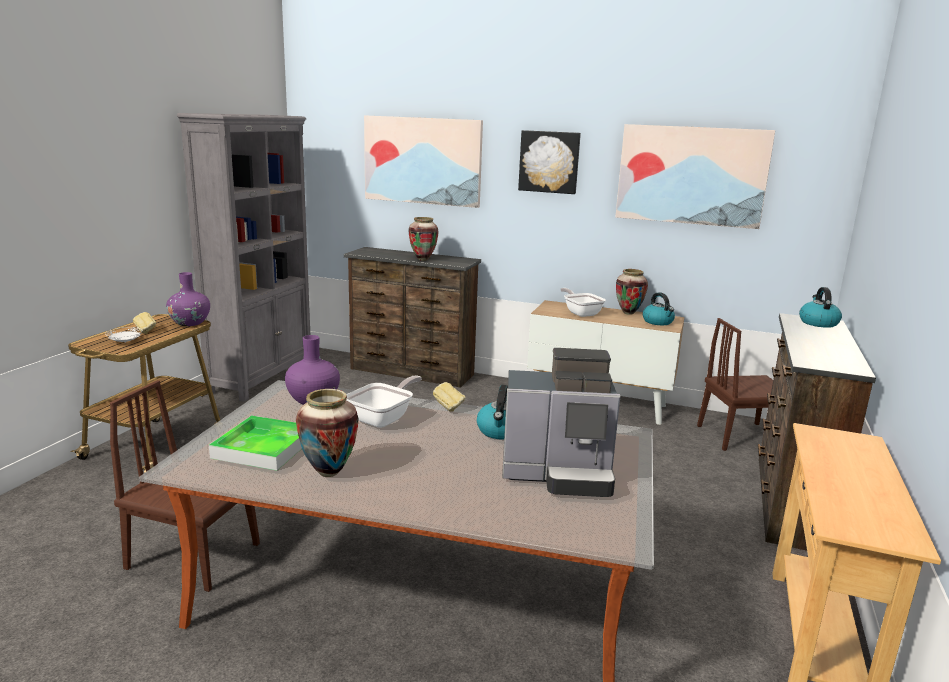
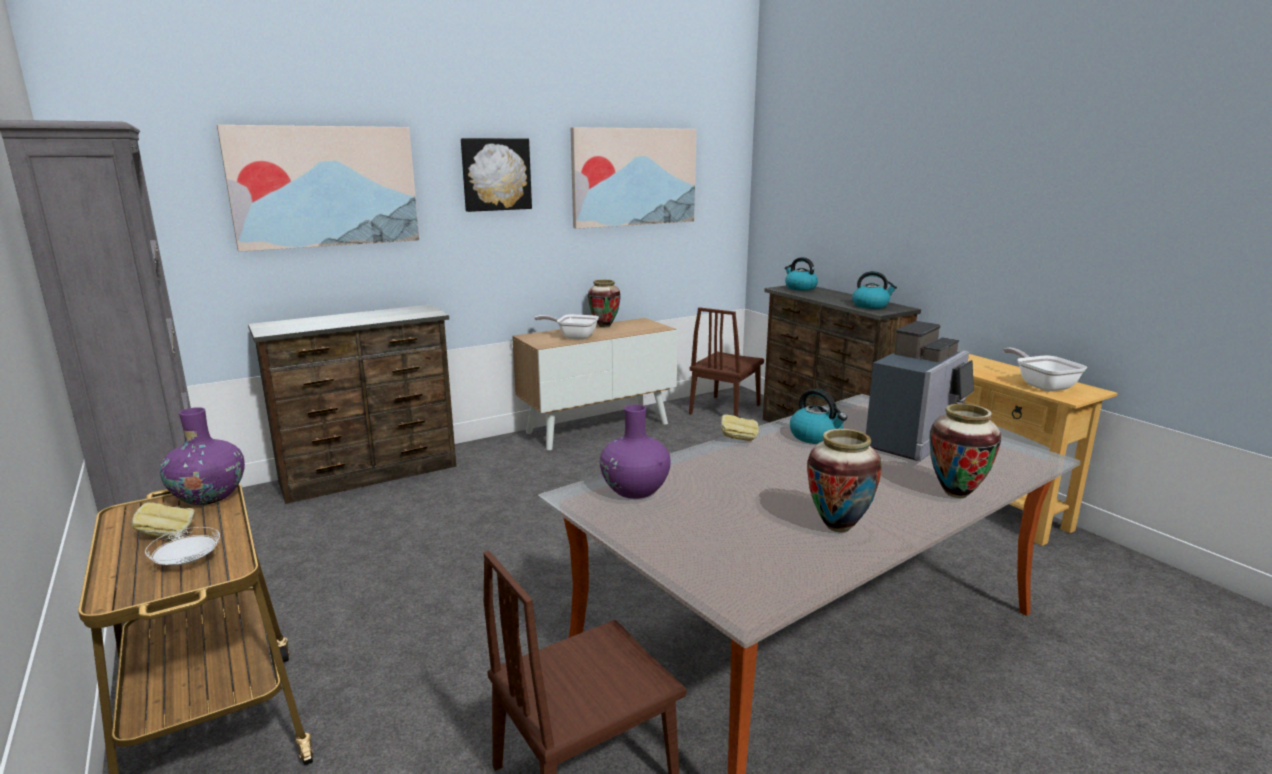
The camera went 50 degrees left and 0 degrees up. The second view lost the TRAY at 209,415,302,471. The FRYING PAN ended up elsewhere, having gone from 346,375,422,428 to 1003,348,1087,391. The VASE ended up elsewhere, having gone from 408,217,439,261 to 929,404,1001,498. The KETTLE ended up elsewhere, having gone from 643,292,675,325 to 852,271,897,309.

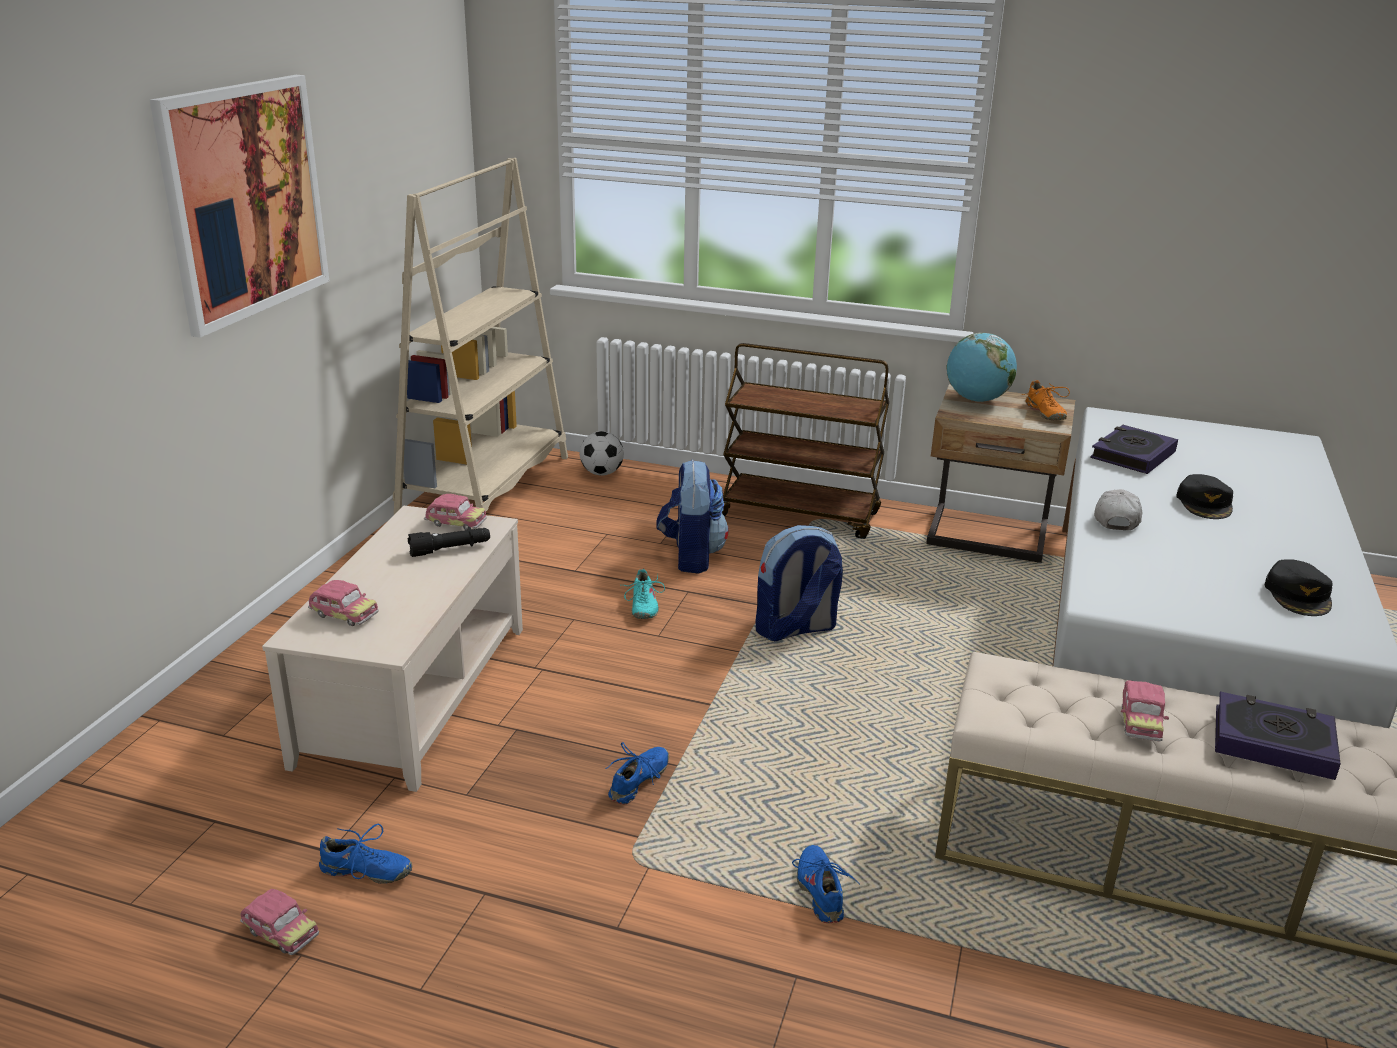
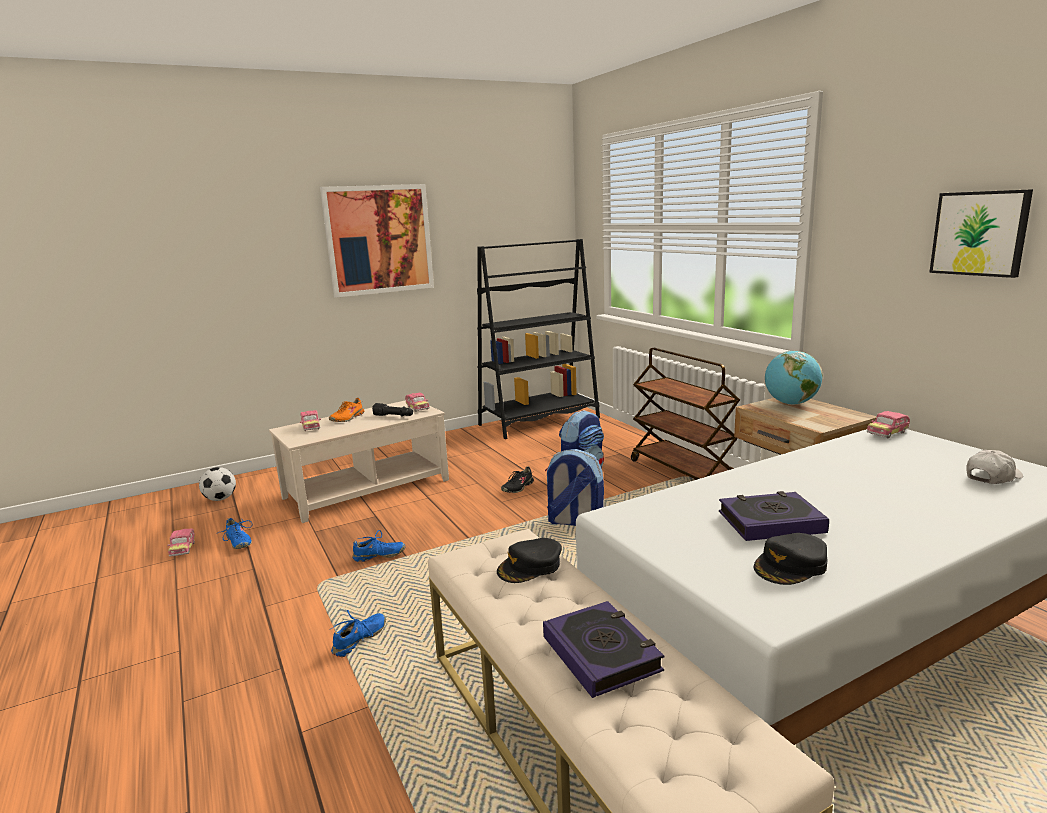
The camera went 45 degrees right and 10 degrees down. What was the BEIGE BOOKCASE at 393,158,568,514 turned into the BLACK BOOKCASE at 477,239,600,439. The FOOTBALL ended up elsewhere, having gone from 580,431,624,476 to 199,467,236,501. What was the TURQUOISE SHOE at 620,569,665,619 turned into the BLACK SHOE at 501,466,534,493. The ORANGE SHOE ended up elsewhere, having gone from 1022,380,1070,420 to 329,398,364,422. The BOOK ended up elsewhere, having gone from 1090,425,1178,474 to 719,491,829,541. The WHITE CAP ended up elsewhere, having gone from 1094,489,1142,530 to 966,450,1023,484. The TOY CAR ended up elsewhere, having gone from 1121,680,1169,742 to 866,411,910,438. The BLACK CAP ended up elsewhere, having gone from 1176,474,1233,519 to 497,538,562,583. The second view gained the PICTURE at 929,189,1033,278.

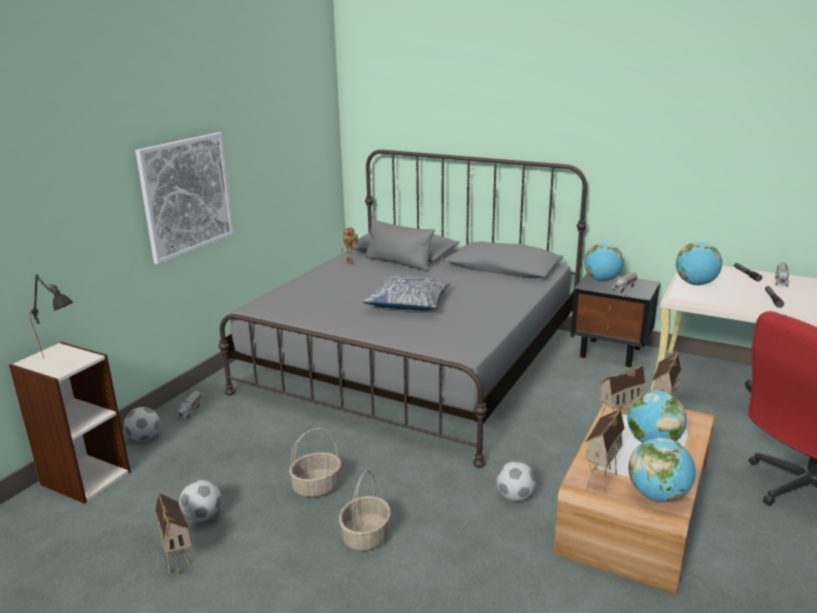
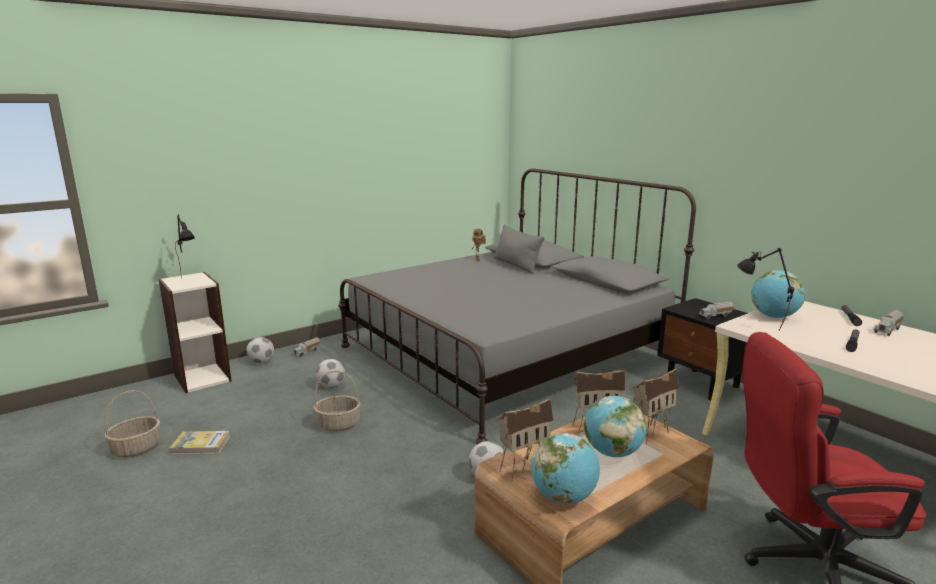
The camera went 25 degrees right and 5 degrees down. The second view lost the PICTURE at 135,132,234,264. Where the TOY HOUSE stood at 155,492,192,574, the BOOK came to stand at 169,431,230,454. The FOOTBALL ended up elsewhere, having gone from 179,480,221,522 to 316,359,345,388. The BASKET ended up elsewhere, having gone from 339,470,391,551 to 104,390,161,458. The second view lost the PILLOW at 363,275,451,310. The second view lost the GLOBE at 584,243,624,281. The second view gained the BLACK TABLE LAMP at 737,248,794,331.

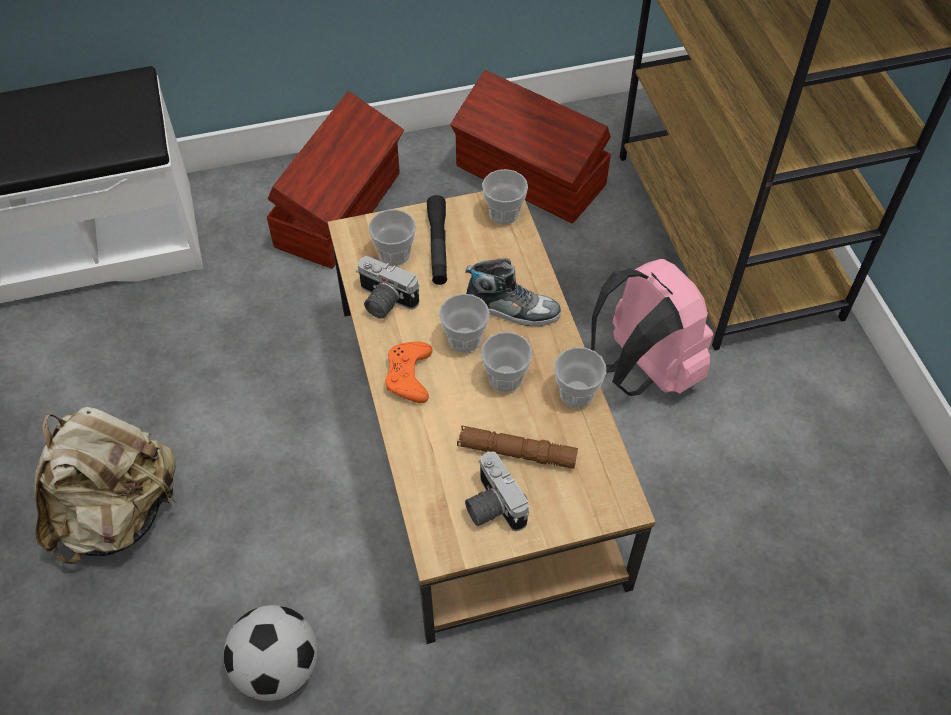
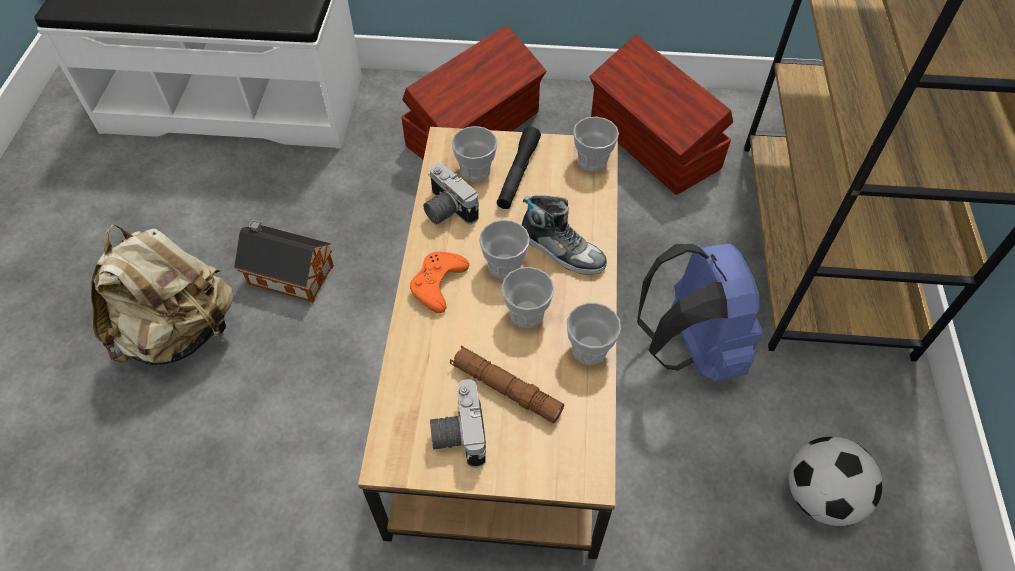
The camera went 20 degrees right and 0 degrees up. The FOOTBALL ended up elsewhere, having gone from 223,605,317,701 to 789,437,883,526. What was the PINK BACKPACK at 591,259,713,396 turned into the BLUE BACKPACK at 637,244,763,382. The second view gained the TOY HOUSE at 234,220,334,302.

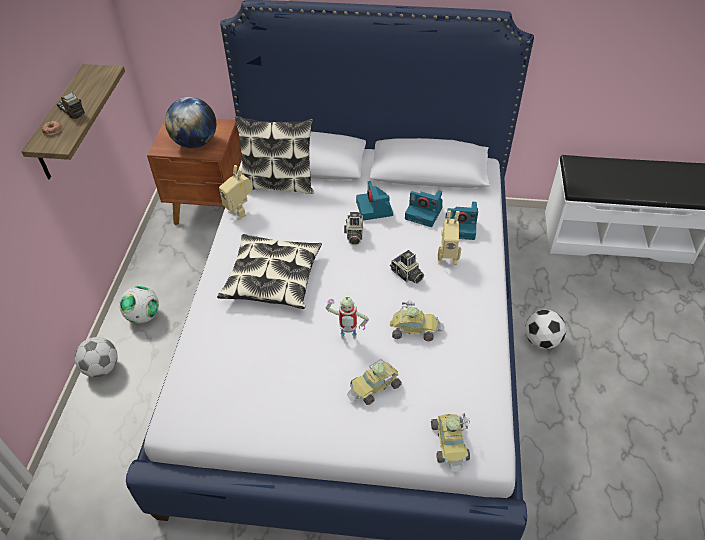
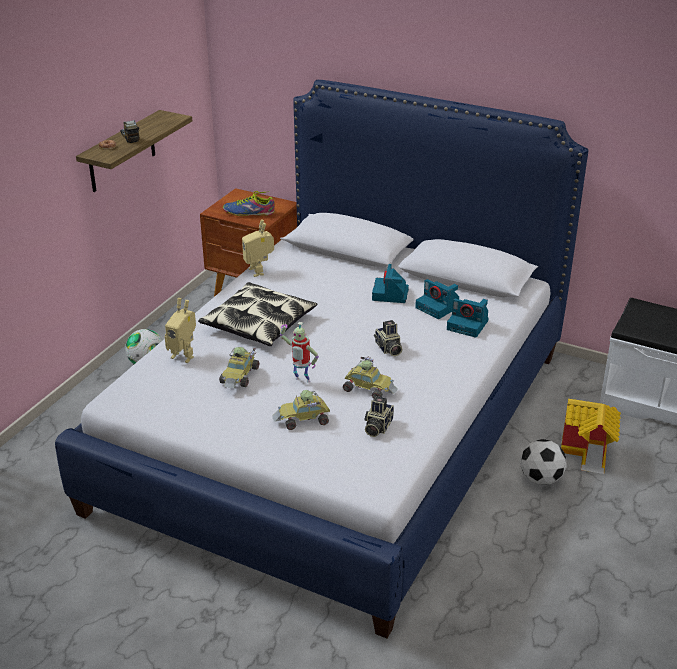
The camera went 20 degrees right and 15 degrees down. The second view lost the FOOTBALL at 75,337,118,377. Where the GLOBE stood at 165,97,216,148, the SHOE came to stand at 223,191,275,216. The second view lost the PILLOW at 235,116,314,194. The PHOTO CAMERA ended up elsewhere, having gone from 344,212,364,245 to 364,396,394,437. The TOY CAR ended up elsewhere, having gone from 431,413,470,472 to 219,347,260,388. The TOY ROBOT ended up elsewhere, having gone from 438,210,461,265 to 164,298,196,363. The second view gained the TOY HOUSE at 561,399,621,474.

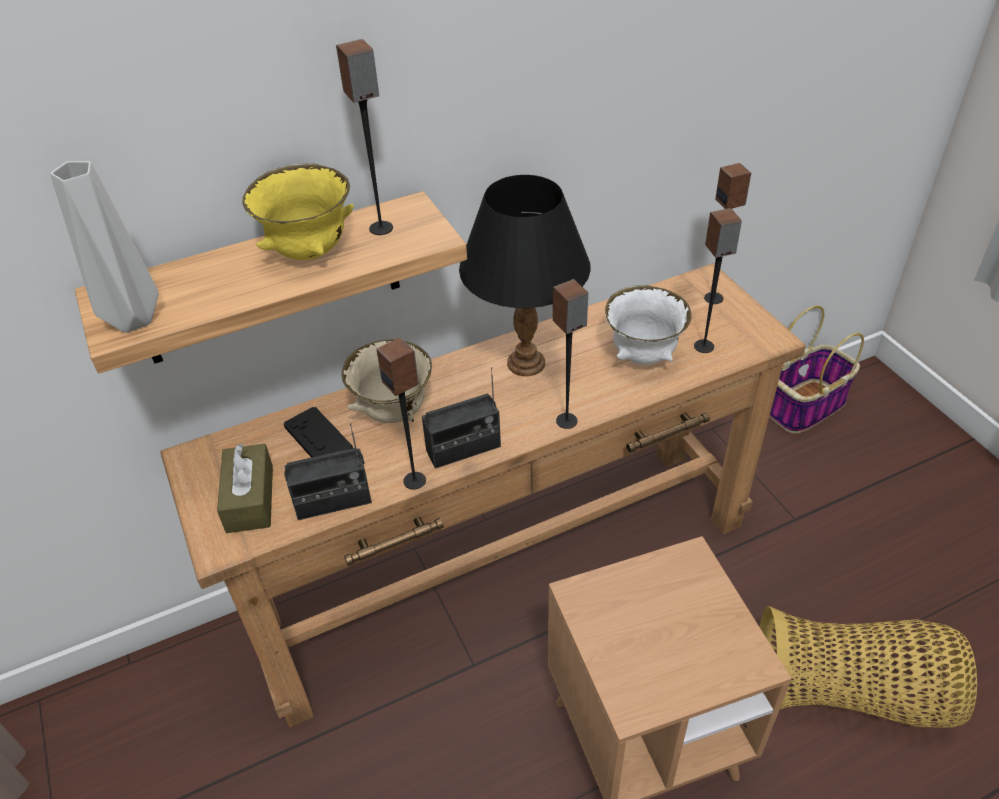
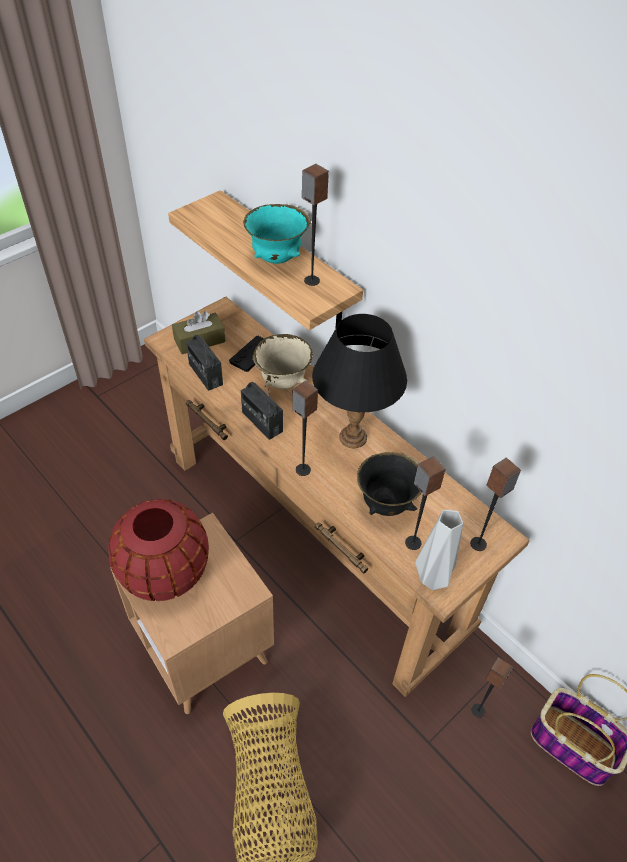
The camera went 70 degrees right and 5 degrees up. The GREY VASE ended up elsewhere, having gone from 50,161,159,333 to 415,510,463,590. What was the YELLOW BOWL at 242,163,354,260 turned into the TURQUOISE BOWL at 243,204,311,264. The SPEAKER ended up elsewhere, having gone from 376,337,426,490 to 472,657,513,718. What was the WHITE BOWL at 605,285,692,365 turned into the BLACK BOWL at 357,452,421,516. The second view gained the RED VASE at 109,499,209,601.

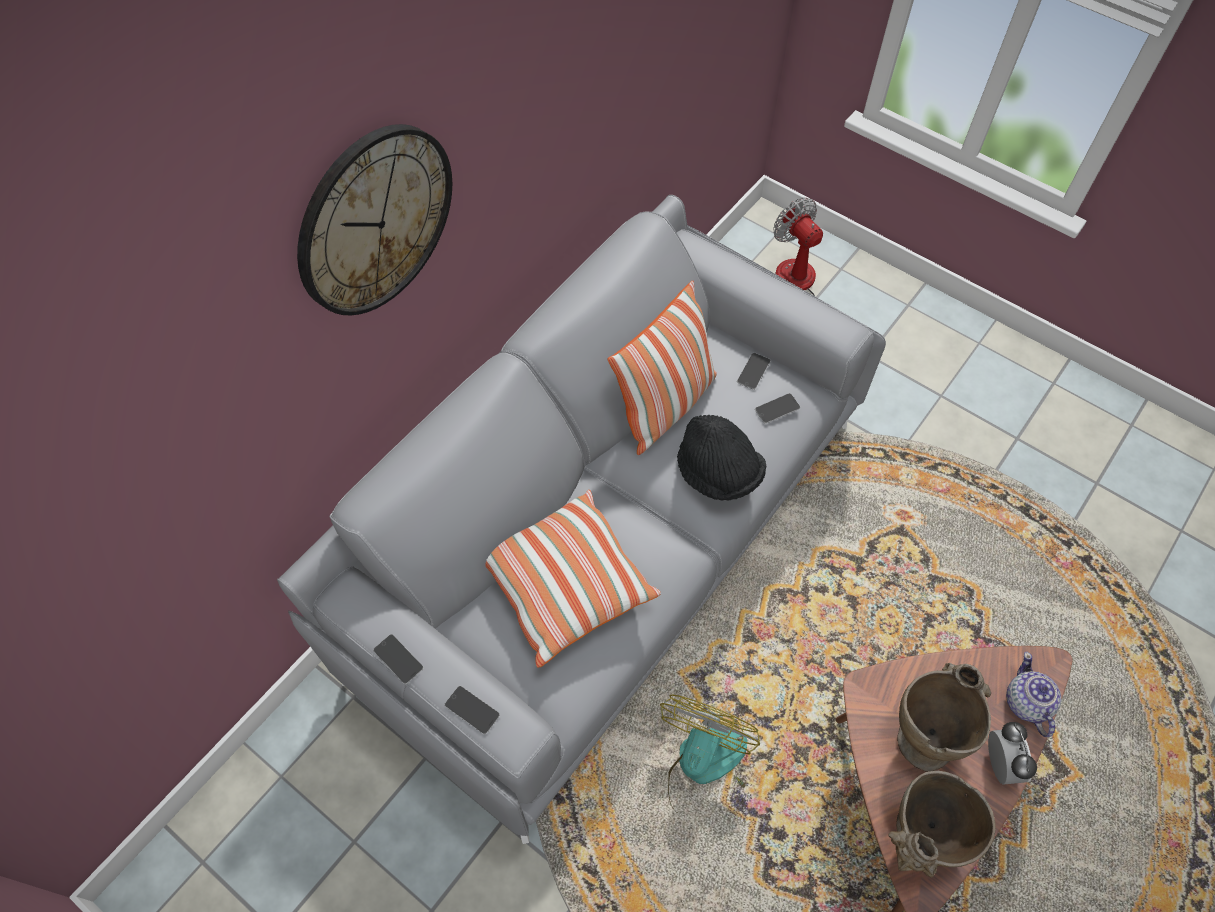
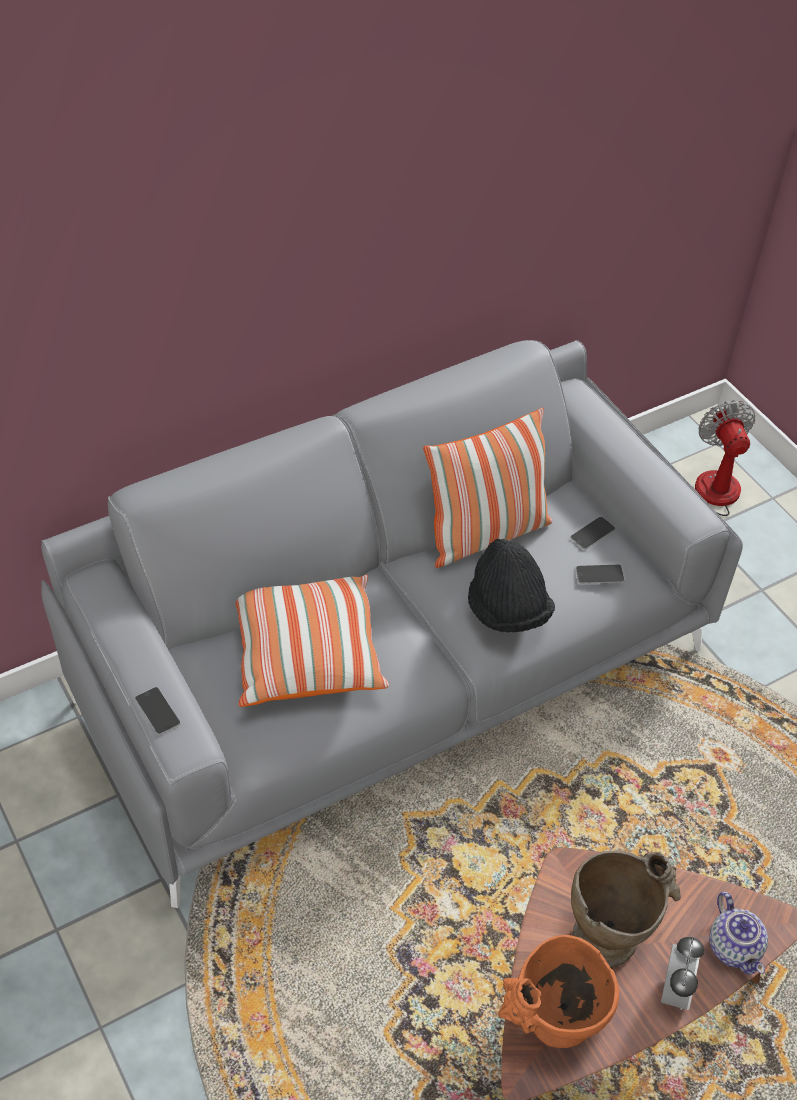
The camera went 20 degrees right and 10 degrees down. The second view lost the WALL CLOCK at 297,124,452,316. The second view lost the PHONE at 373,634,424,684. The second view lost the FAN at 660,694,760,814. What was the BEIGE VASE at 888,771,996,878 turned into the ORANGE VASE at 498,935,619,1048. The TEAPOT at 1006,652,1062,737 ended up facing another way, 150 degrees clockwise from before.

